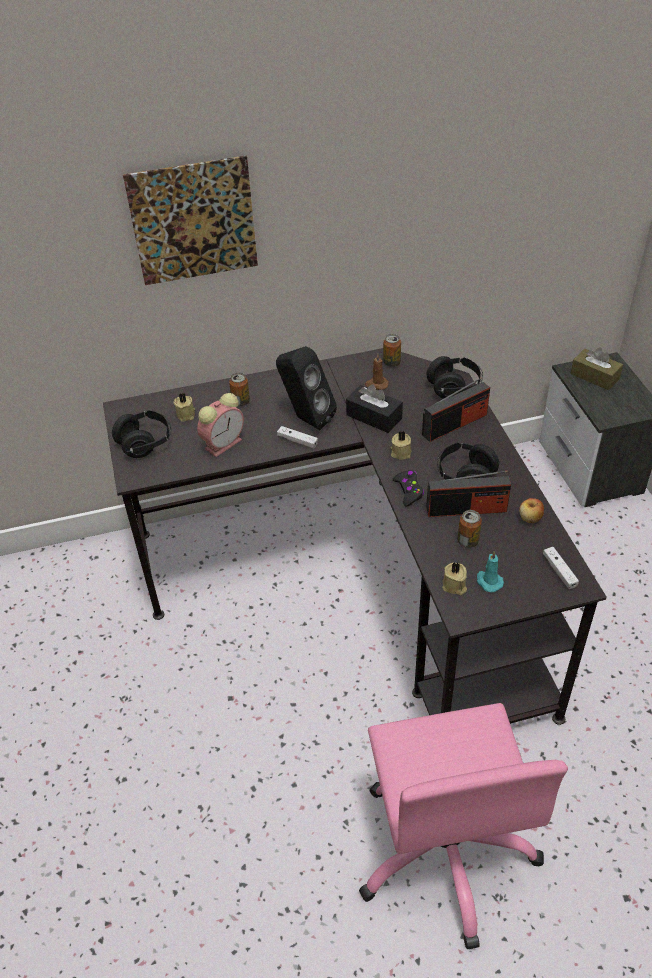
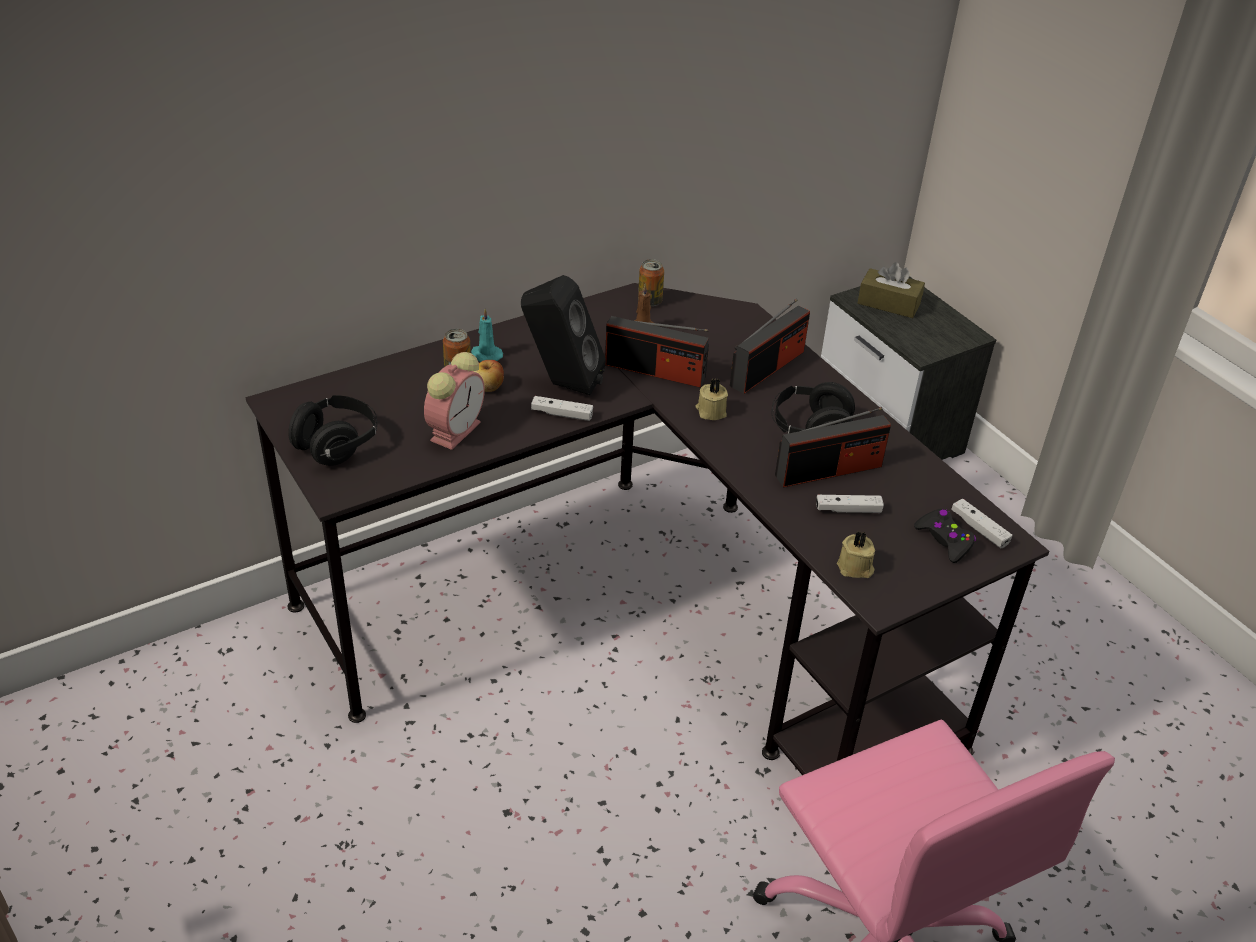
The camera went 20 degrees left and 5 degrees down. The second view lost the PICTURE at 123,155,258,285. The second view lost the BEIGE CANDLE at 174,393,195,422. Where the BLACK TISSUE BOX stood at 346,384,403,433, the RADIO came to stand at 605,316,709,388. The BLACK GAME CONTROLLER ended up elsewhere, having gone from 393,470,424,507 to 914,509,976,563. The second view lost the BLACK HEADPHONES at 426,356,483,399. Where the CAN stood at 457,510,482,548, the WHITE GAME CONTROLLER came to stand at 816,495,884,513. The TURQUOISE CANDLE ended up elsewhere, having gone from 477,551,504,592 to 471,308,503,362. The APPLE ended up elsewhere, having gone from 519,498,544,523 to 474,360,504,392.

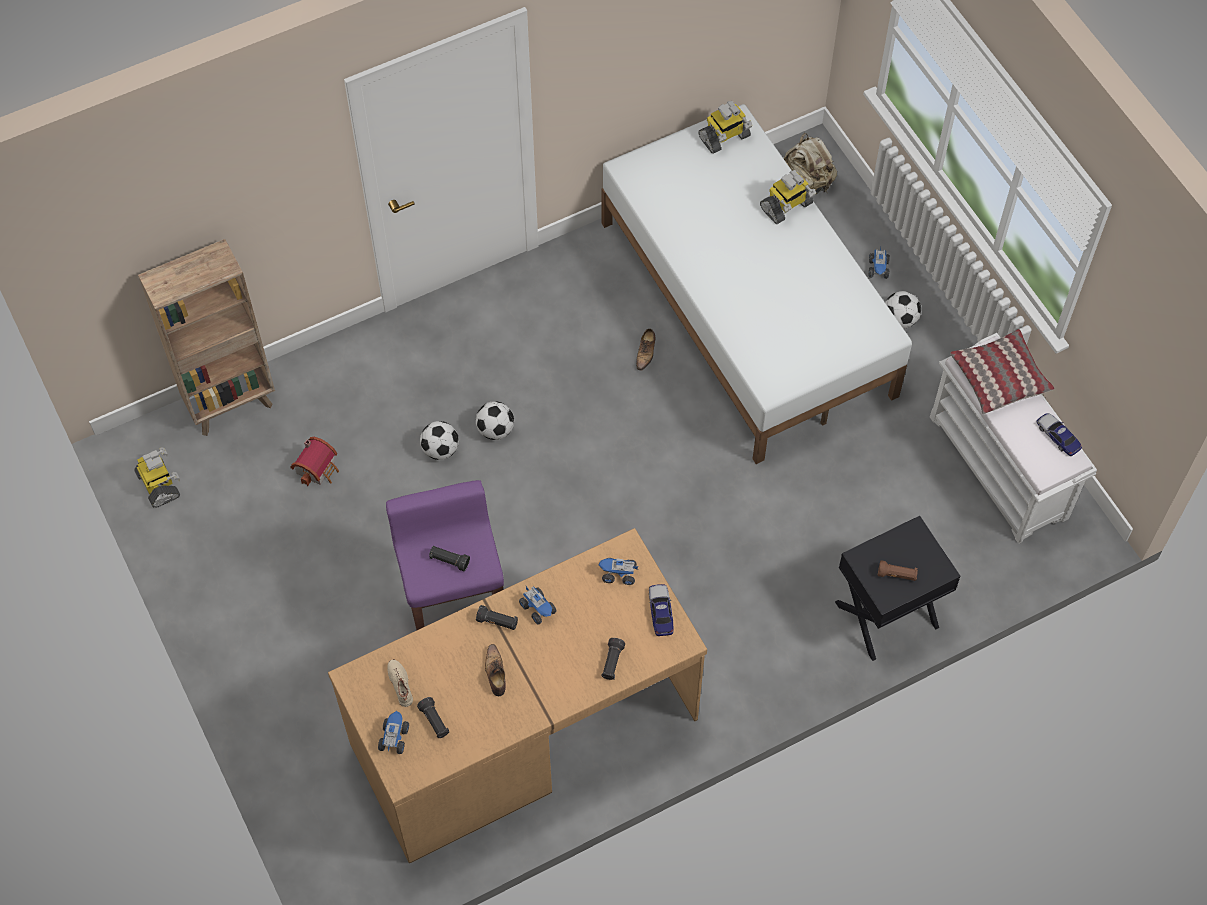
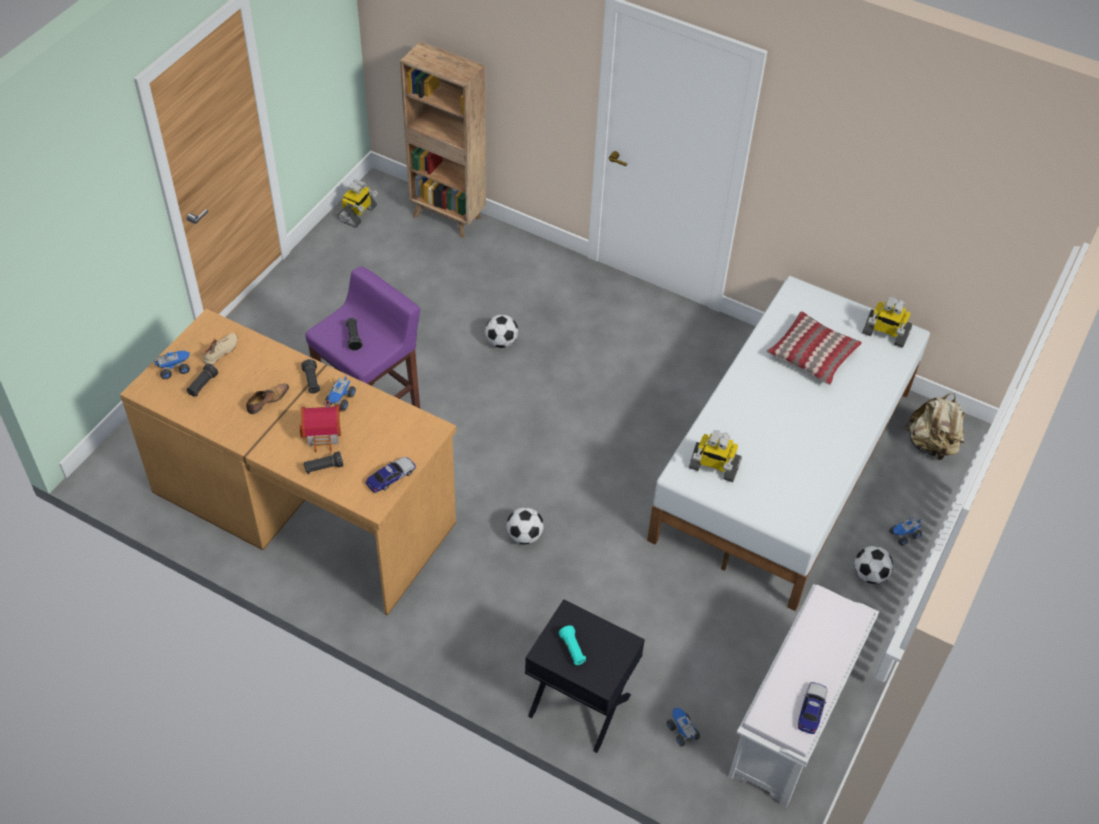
The camera went 55 degrees right and 10 degrees down. The TOY HOUSE ended up elsewhere, having gone from 290,437,339,486 to 300,400,341,453. The FOOTBALL ended up elsewhere, having gone from 476,401,514,440 to 506,507,544,545. The TOY TRUCK ended up elsewhere, having gone from 598,558,639,585 to 667,708,700,747. The second view lost the SHOE at 636,328,655,370. The TOY ROBOT ended up elsewhere, having gone from 760,170,816,224 to 689,430,742,482. What was the BROWN FLASHLIGHT at 878,560,918,581 turned into the TURQUOISE FLASHLIGHT at 559,625,586,665. The PILLOW ended up elsewhere, having gone from 950,329,1055,414 to 766,311,862,385.

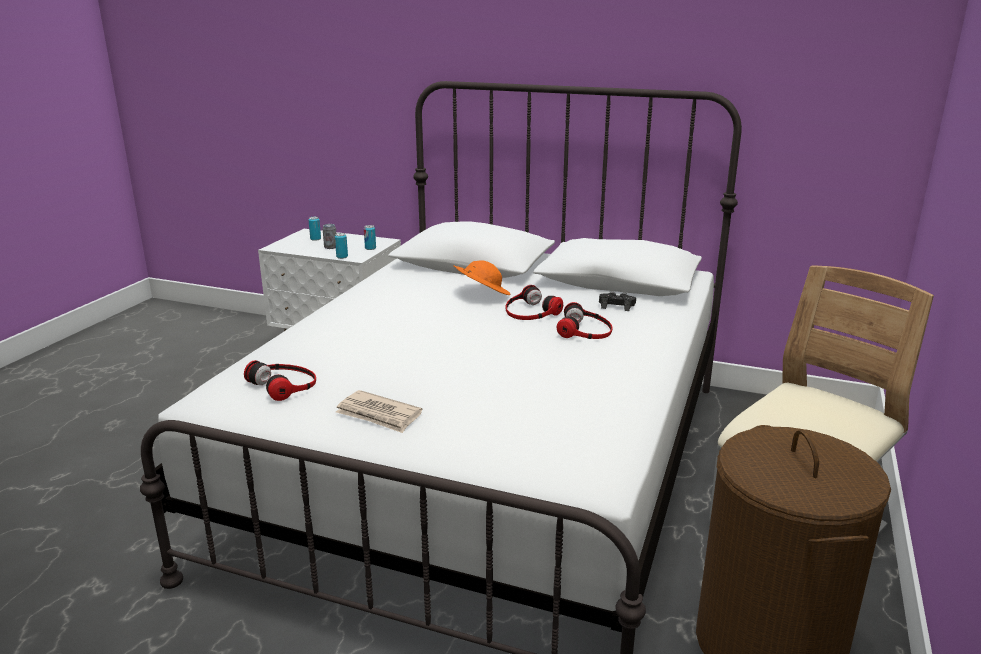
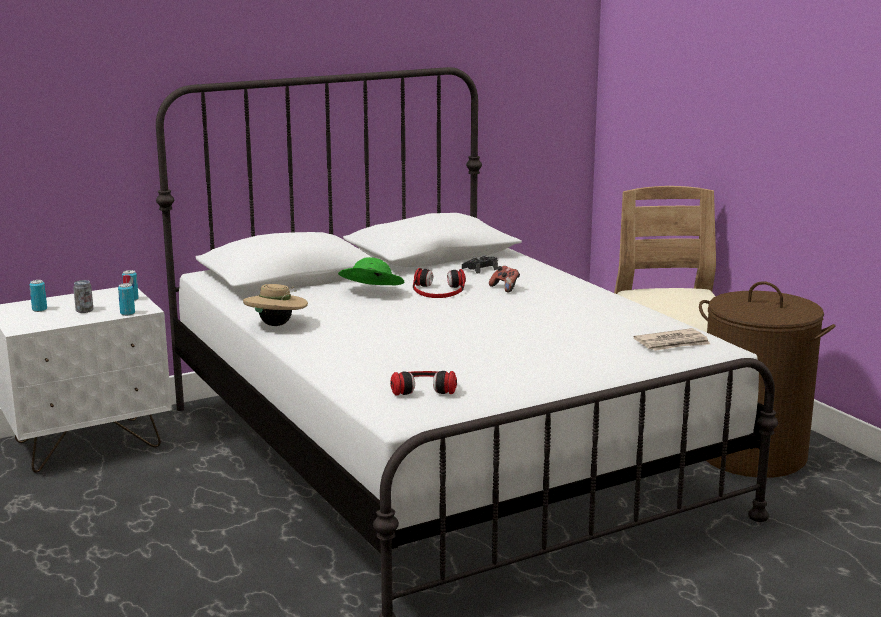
The camera went 50 degrees left and 5 degrees down. The NEWSPAPER ended up elsewhere, having gone from 336,390,422,433 to 634,328,710,351. What was the ORANGE HAT at 454,260,510,295 turned into the GREEN HAT at 338,257,404,285. Where the HEADPHONES stood at 557,302,613,339, the GAME CONTROLLER came to stand at 489,266,520,293. The second view gained the BEIGE HAT at 243,284,308,326.

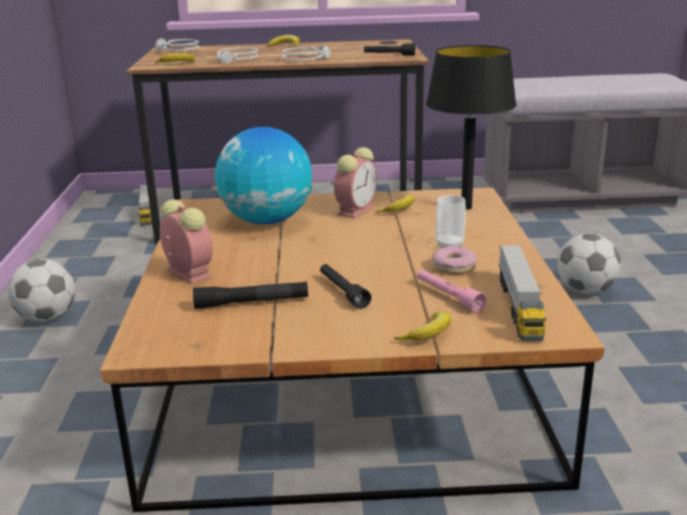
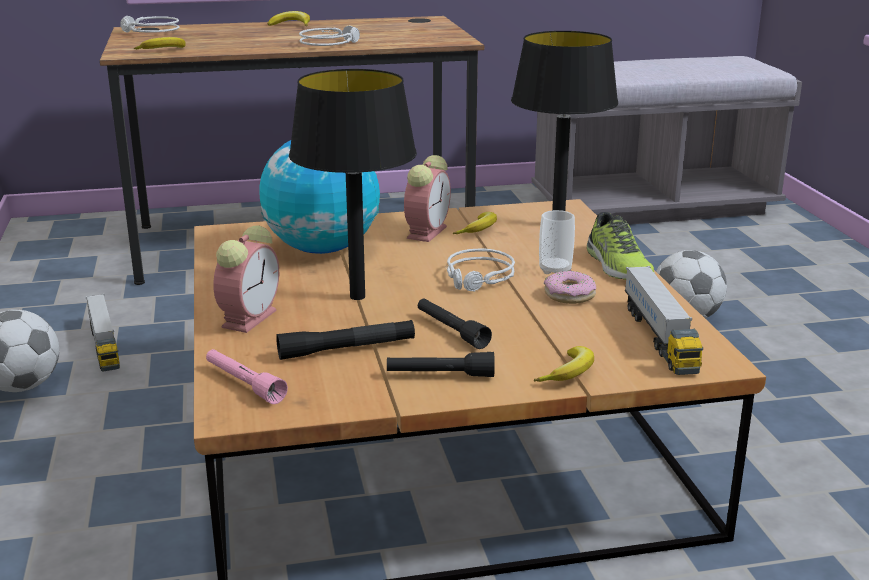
The camera went 10 degrees left and 0 degrees up. The TOY TRUCK ended up elsewhere, having gone from 138,185,152,226 to 86,294,120,372. The ALARM CLOCK at 160,199,213,284 ended up facing another way, 75 degrees clockwise from before. The GREY HEADPHONES ended up elsewhere, having gone from 217,47,258,64 to 446,249,515,292. The BLACK FLASHLIGHT ended up elsewhere, having gone from 364,43,415,56 to 387,352,495,377. The PINK FLASHLIGHT ended up elsewhere, having gone from 417,269,486,312 to 206,349,288,404. The second view gained the BLACK TABLE LAMP at 289,69,417,300. The second view gained the SHOE at 587,212,655,280.

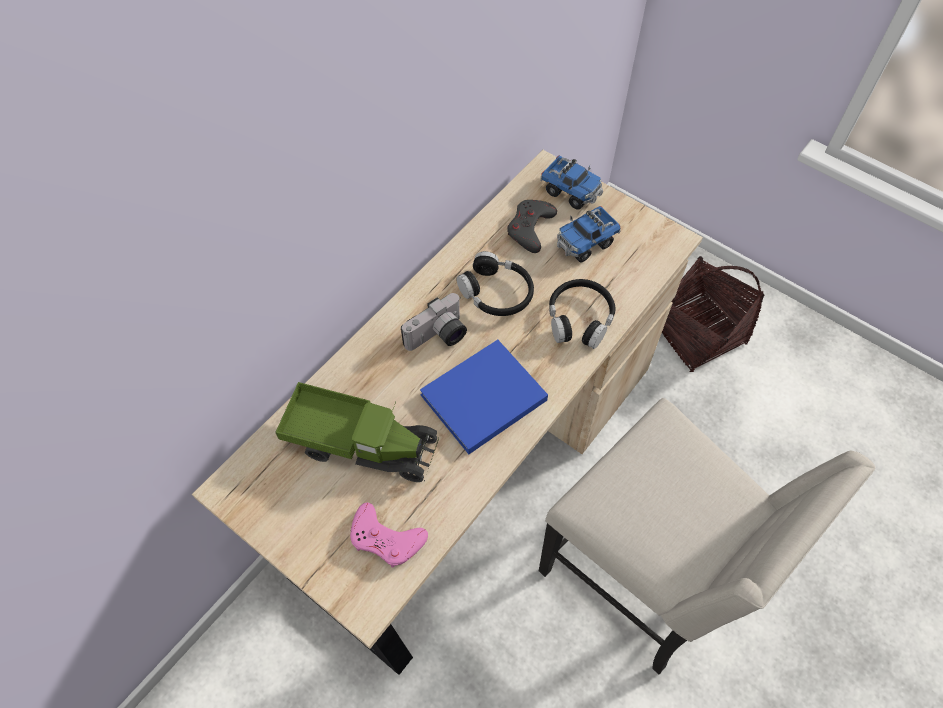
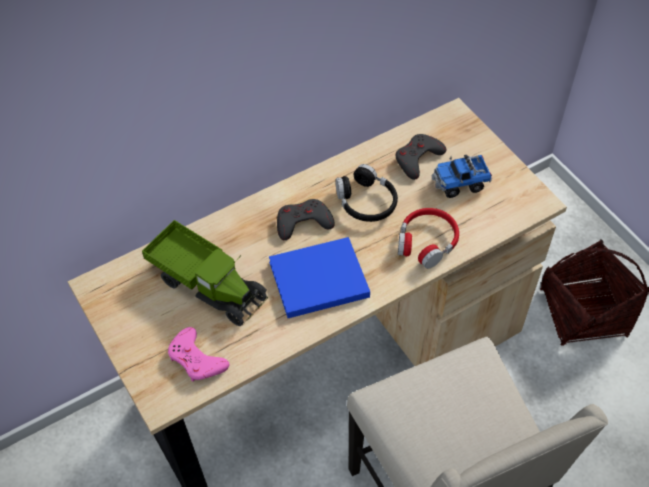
The camera went 20 degrees right and 5 degrees down. Where the PHOTO CAMERA stood at 401,293,467,351, the GREY GAME CONTROLLER came to stand at 277,199,335,240. The second view lost the TOY TRUCK at 540,156,603,210. What was the BLACK HEADPHONES at 549,279,616,349 turned into the RED HEADPHONES at 398,208,459,269.

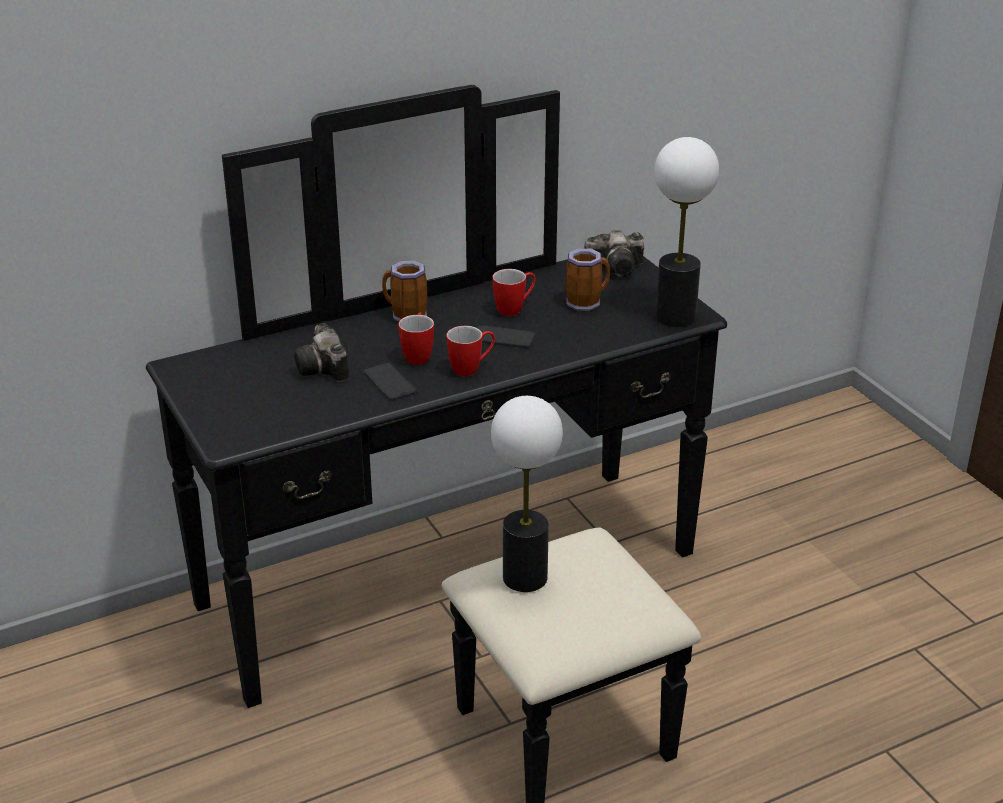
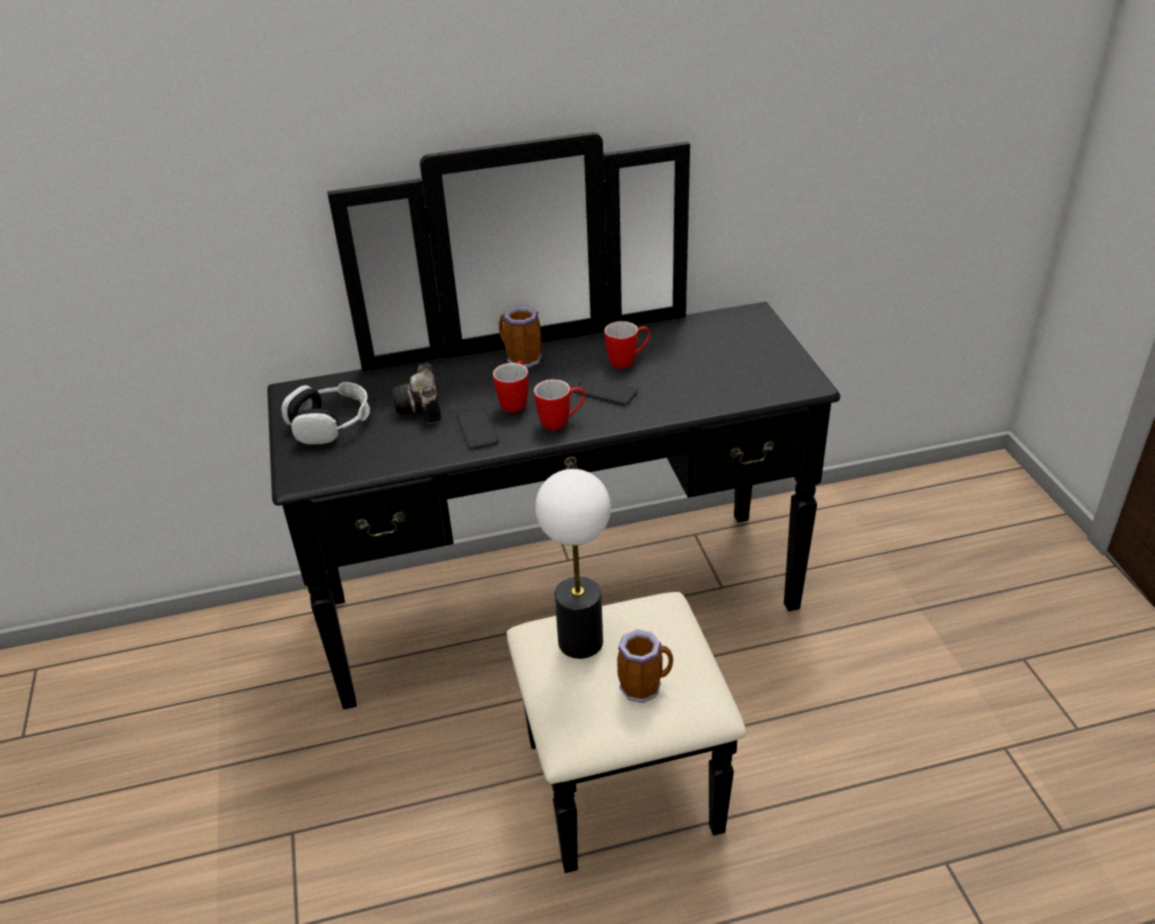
The camera went 15 degrees right and 5 degrees up. The MUG ended up elsewhere, having gone from 566,248,610,311 to 617,629,673,703. The second view lost the PHOTO CAMERA at 584,230,644,277. The second view lost the TABLE LAMP at 654,137,719,327. The second view gained the HEADPHONES at 281,382,370,445.

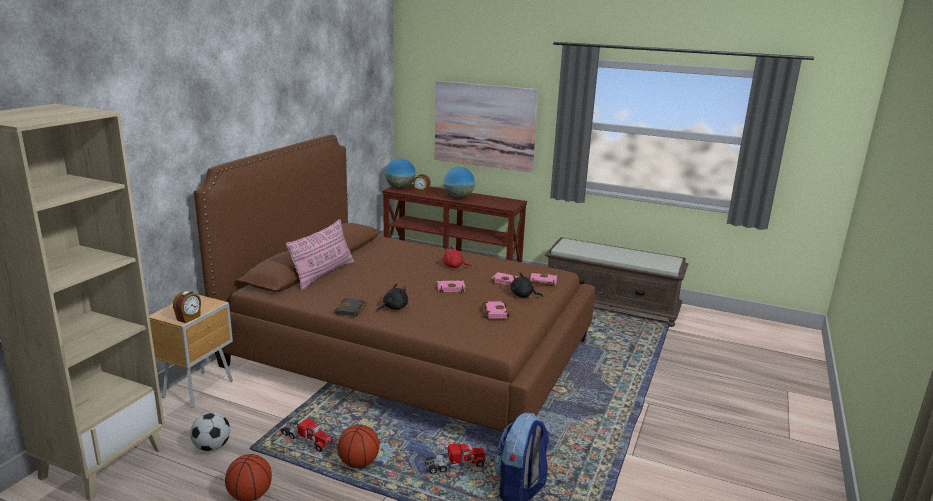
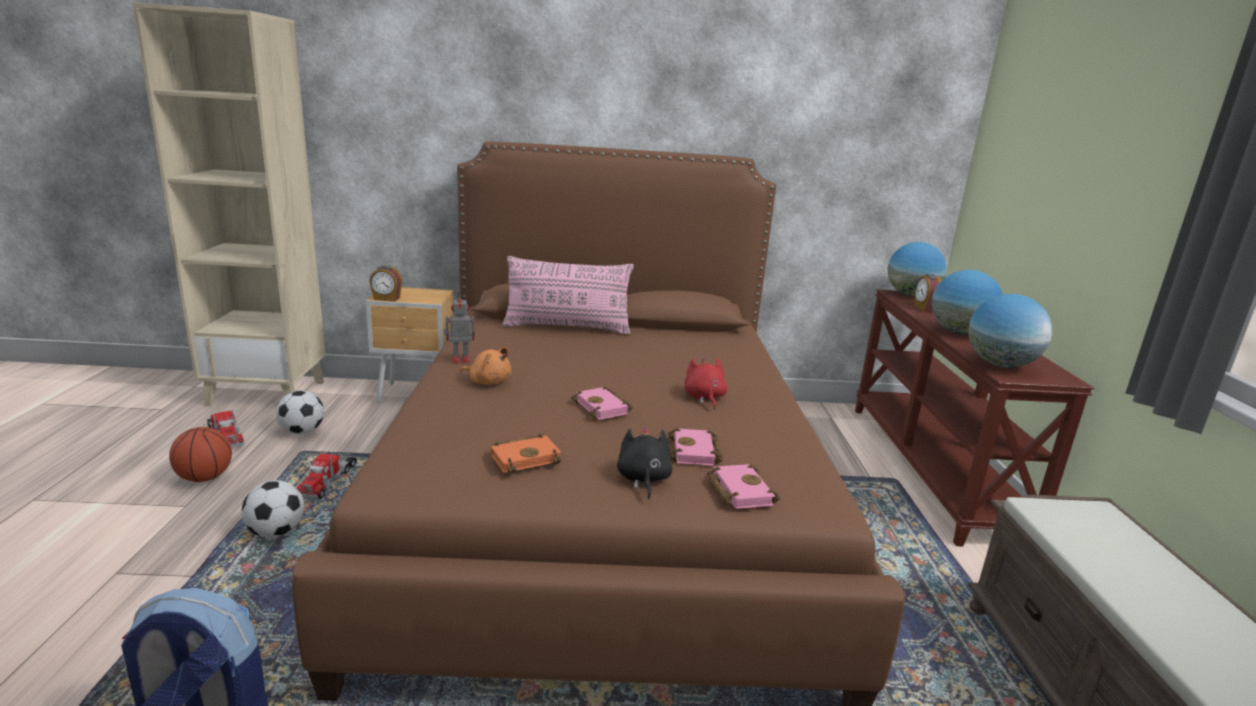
The camera went 65 degrees right and 0 degrees up. Where the BLACK BOOK stood at 334,298,367,317, the TOY ROBOT came to stand at 443,293,475,364. Where the BASKETBALL stood at 338,425,379,468, the FOOTBALL came to stand at 242,480,304,538. What was the BLACK PLUSH TOY at 376,284,408,311 turned into the ORANGE PLUSH TOY at 460,347,511,385. The TOY TRUCK ended up elsewhere, having gone from 425,439,486,474 to 207,410,244,448. The second view lost the PICTURE at 435,81,539,172. What was the PINK BOOK at 482,301,511,318 turned into the ORANGE BOOK at 491,434,562,474. The second view gained the GLOBE at 968,294,1052,368.

